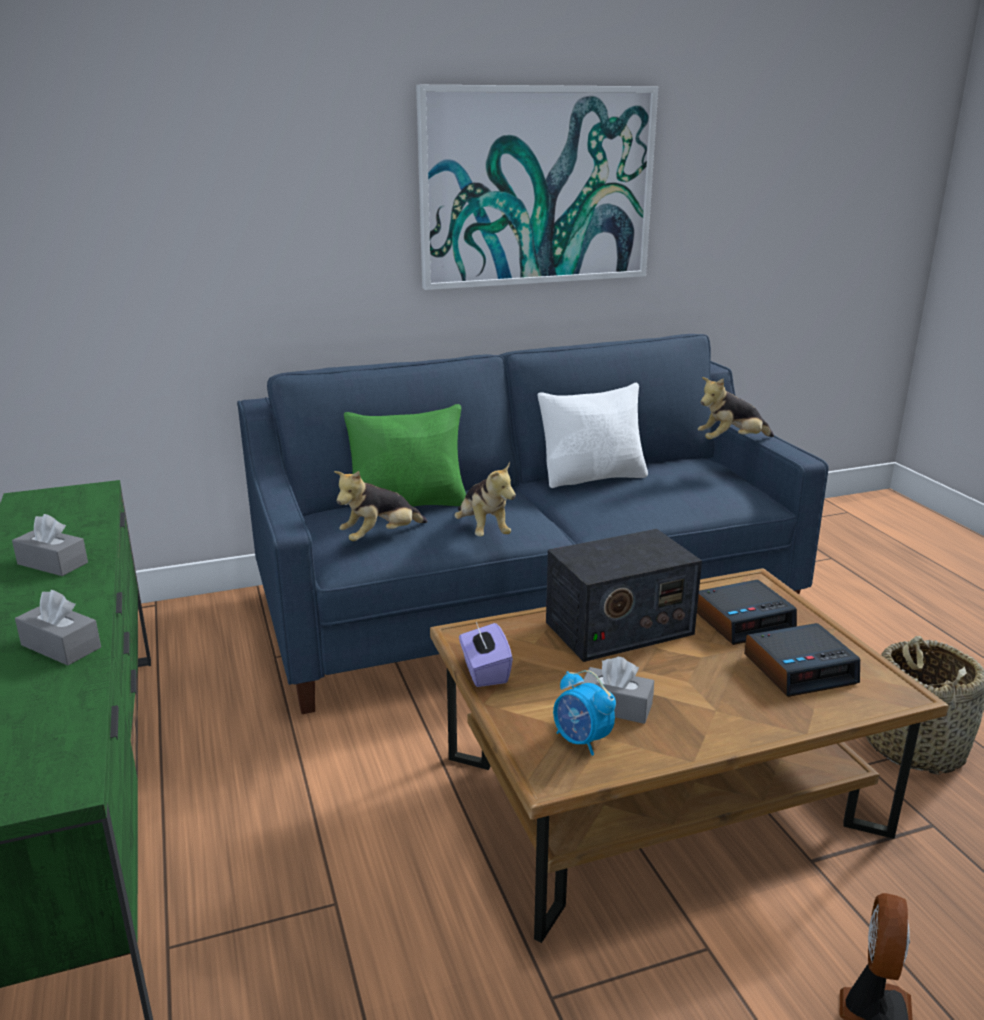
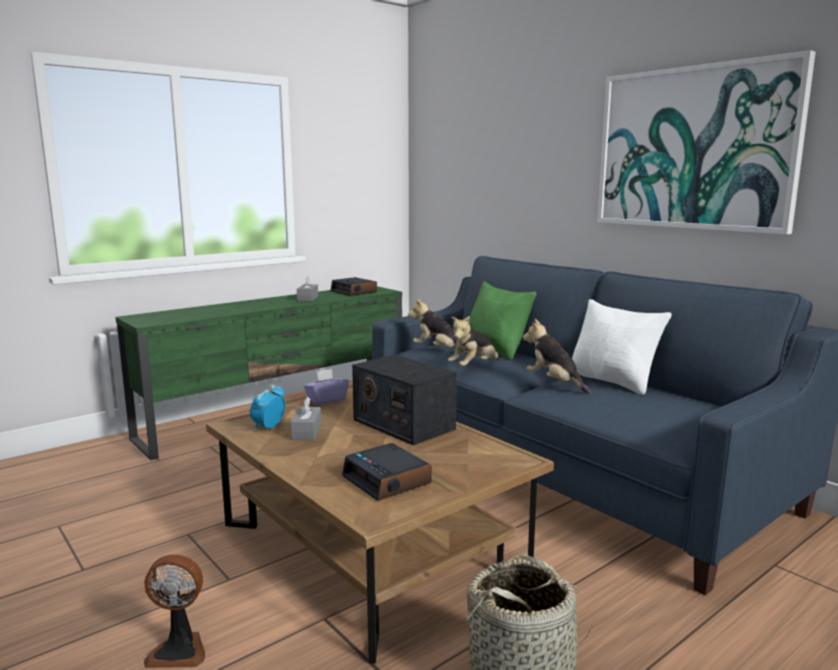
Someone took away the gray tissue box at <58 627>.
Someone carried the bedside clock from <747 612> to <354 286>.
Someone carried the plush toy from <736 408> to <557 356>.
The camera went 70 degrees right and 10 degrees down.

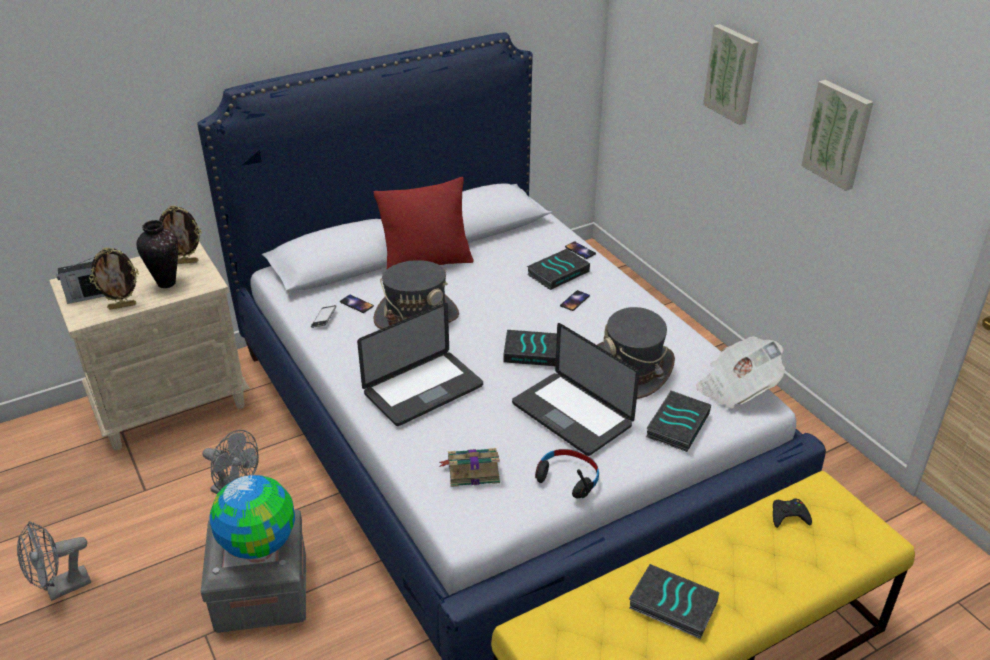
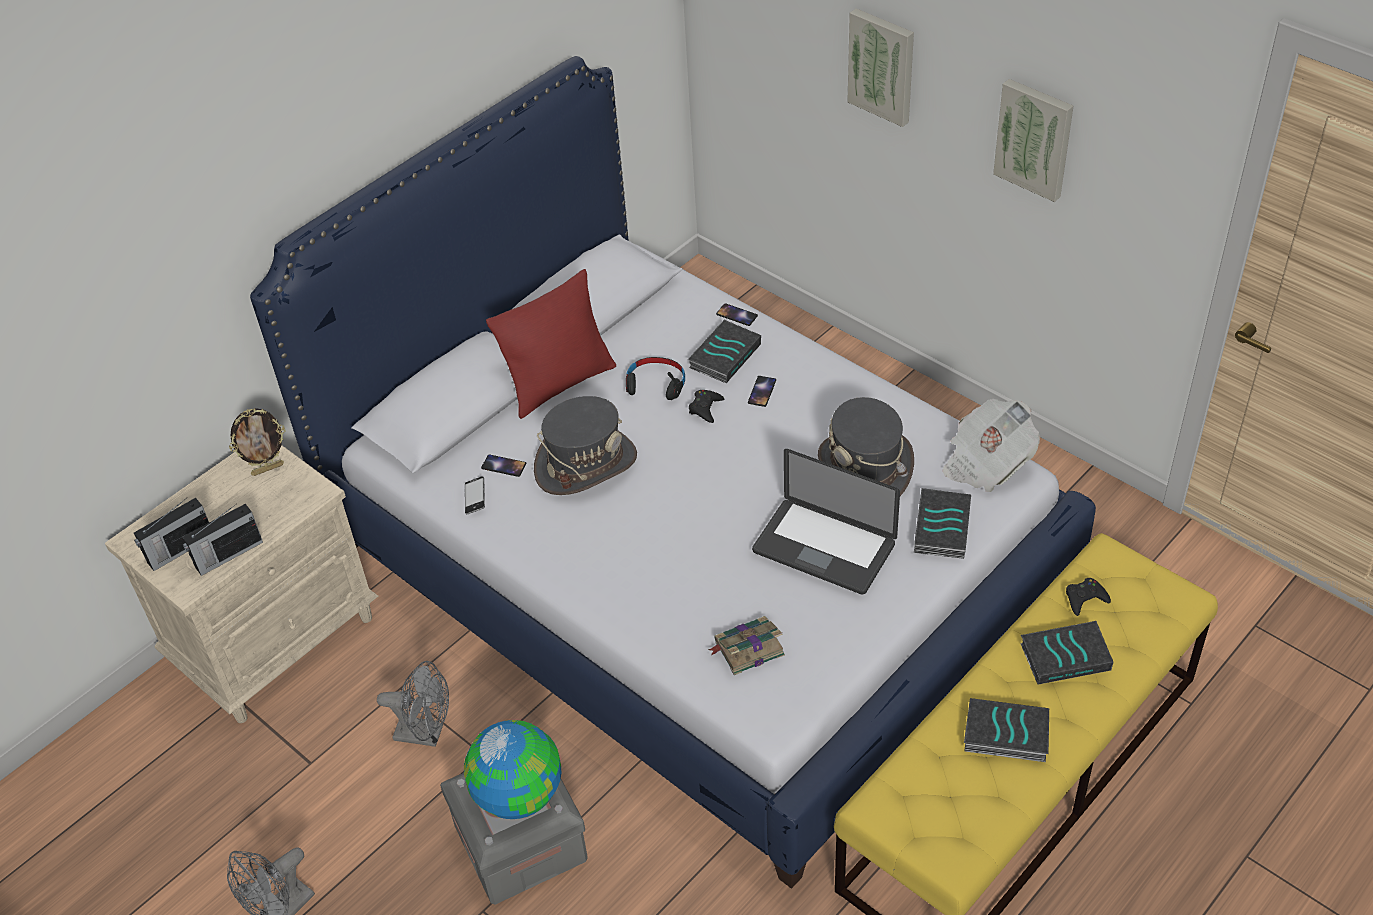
Someone took away the vase at <157 254>.
Someone took away the notebook computer at <420 364>.
Someone put down the black-coloured game controller at <706 406>.
Someone carried the book from <530 348> to <1066 652>.
Someone carried the black-coloured headset from <567 474> to <655 378>.
Someone swapped the photo frame at <114 278> for the radio receiver at <222 540>.
The camera went 15 degrees left and 10 degrees up.

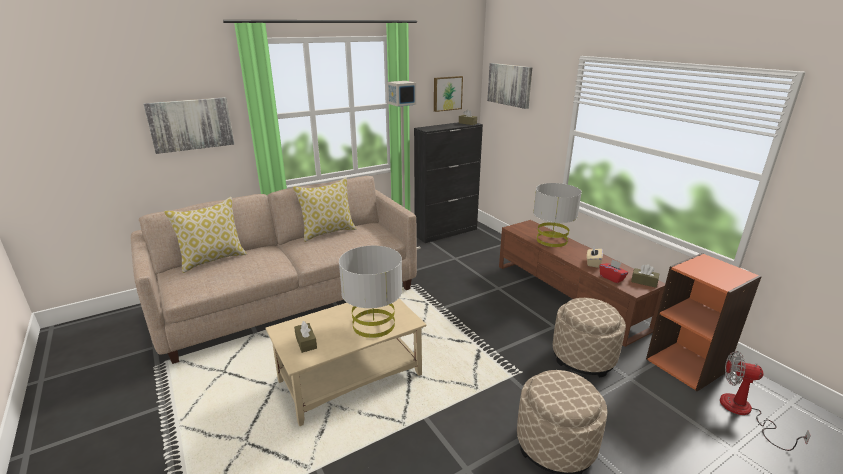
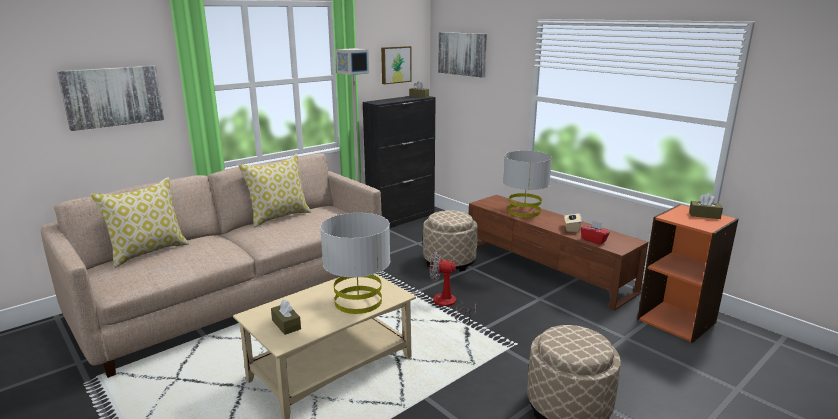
Someone carried the beige-coloured ottoman from <589 337> to <450 241>.
Someone carried the brown tissue box from <645 276> to <706 206>.
Someone carried the cooling fan from <765 401> to <453 288>.
The camera went 10 degrees left and 5 degrees down.

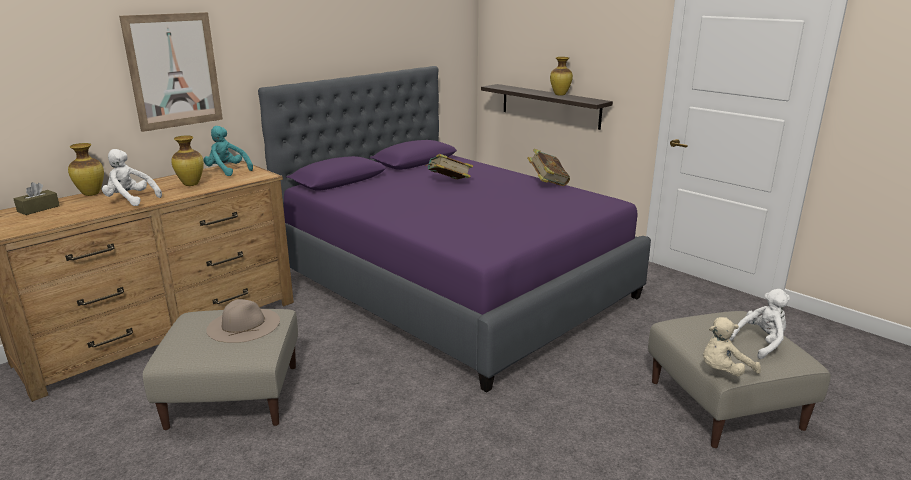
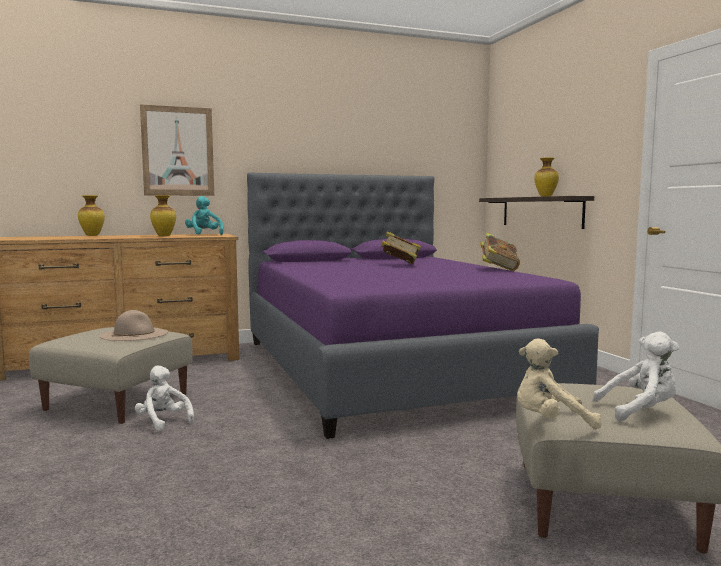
Someone took away the brown tissue box at <37 198>.
Someone carried the whitish plush toy from <132 177> to <164 398>.
The camera went 25 degrees right and 15 degrees down.

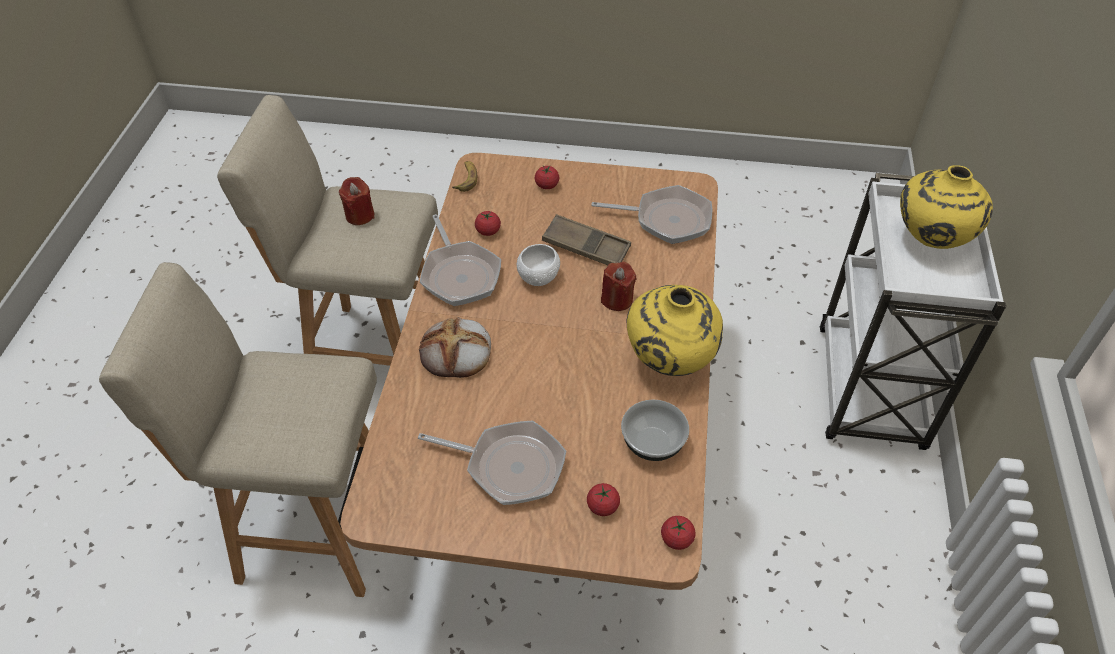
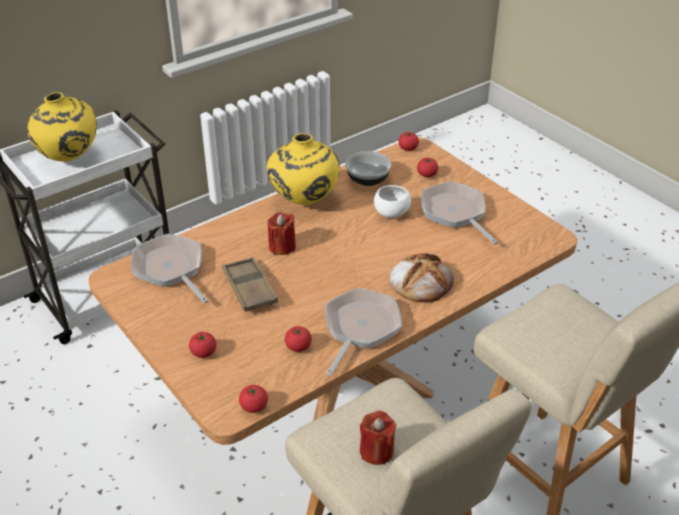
Someone carried the whitish bowl from <538 265> to <392 201>.
Someone swapped the banana at <464 176> for the whole tomato at <253 399>.
The camera went 135 degrees left and 10 degrees down.

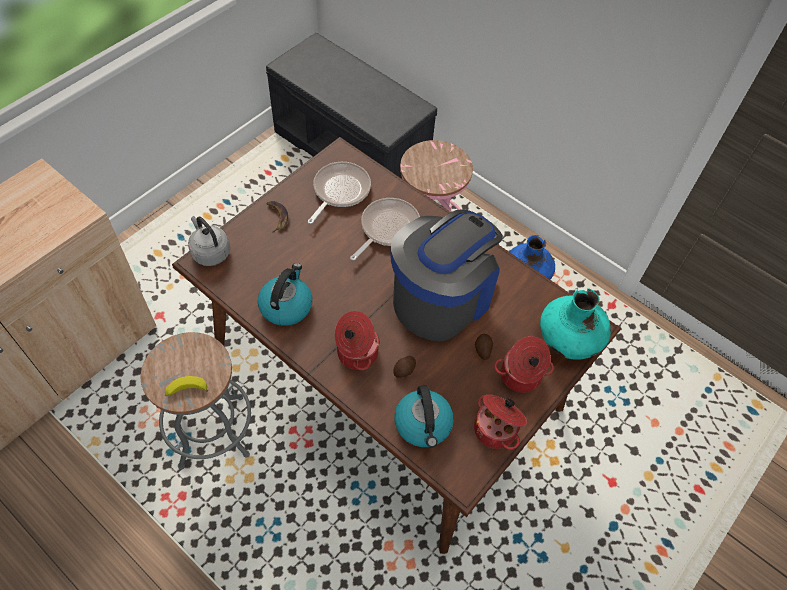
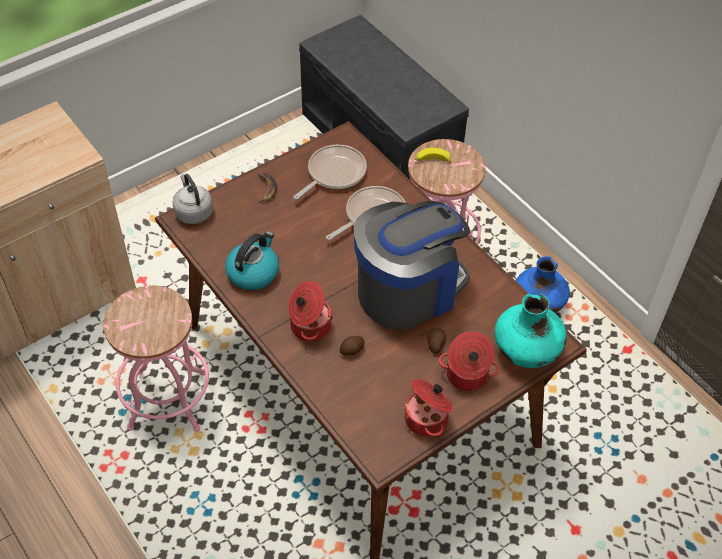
Someone took away the kettle at <424 416>.
Someone carried the banana from <186 386> to <433 155>.
Someone repainted the gray stool at <196 400>, which became the pinkish stool at <156 358>.
The camera went 15 degrees right and 5 degrees down.

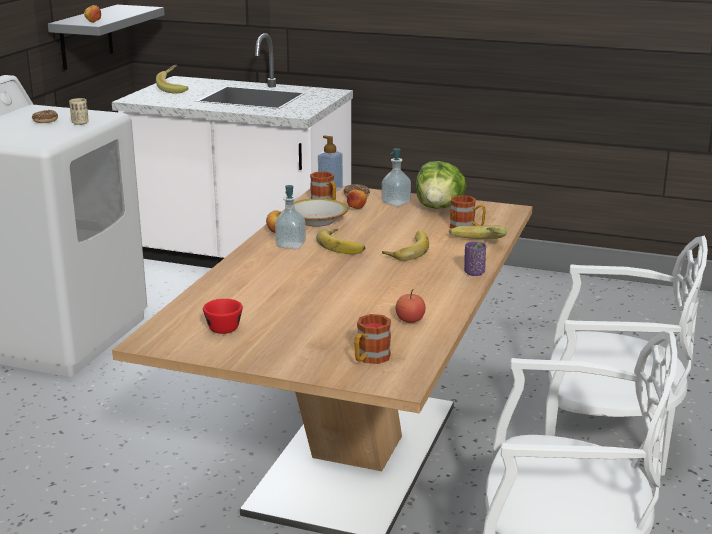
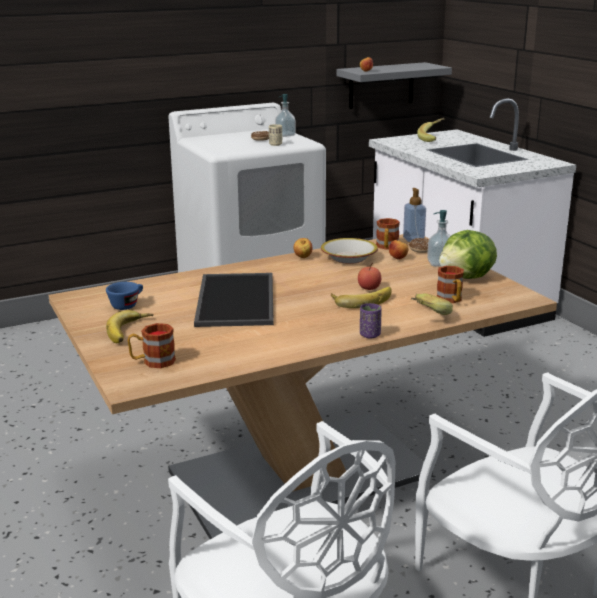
Someone put down the serving tray at <234 300>.
Someone carried the soap bottle from <290 217> to <285 115>.
Someone carried the banana from <340 241> to <129 326>.
Someone carried the whole apple from <411 306> to <369 276>.
Someone repainted the reddish drinking cup at <223 316>, which became the blue-coloured drinking cup at <124 296>.
The camera went 45 degrees right and 0 degrees up.

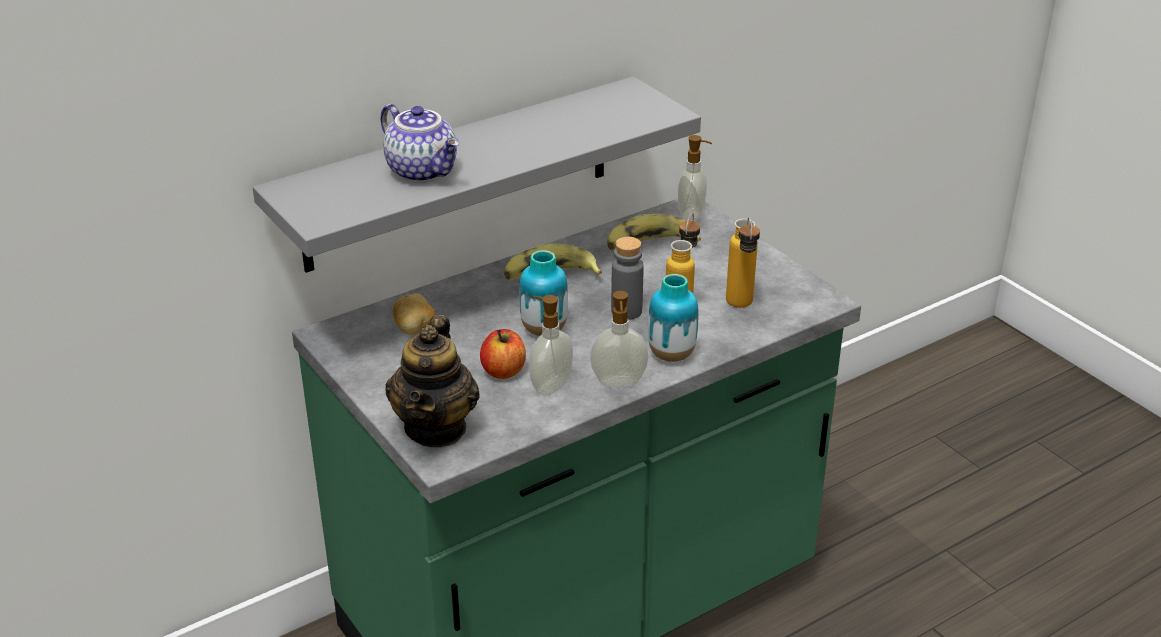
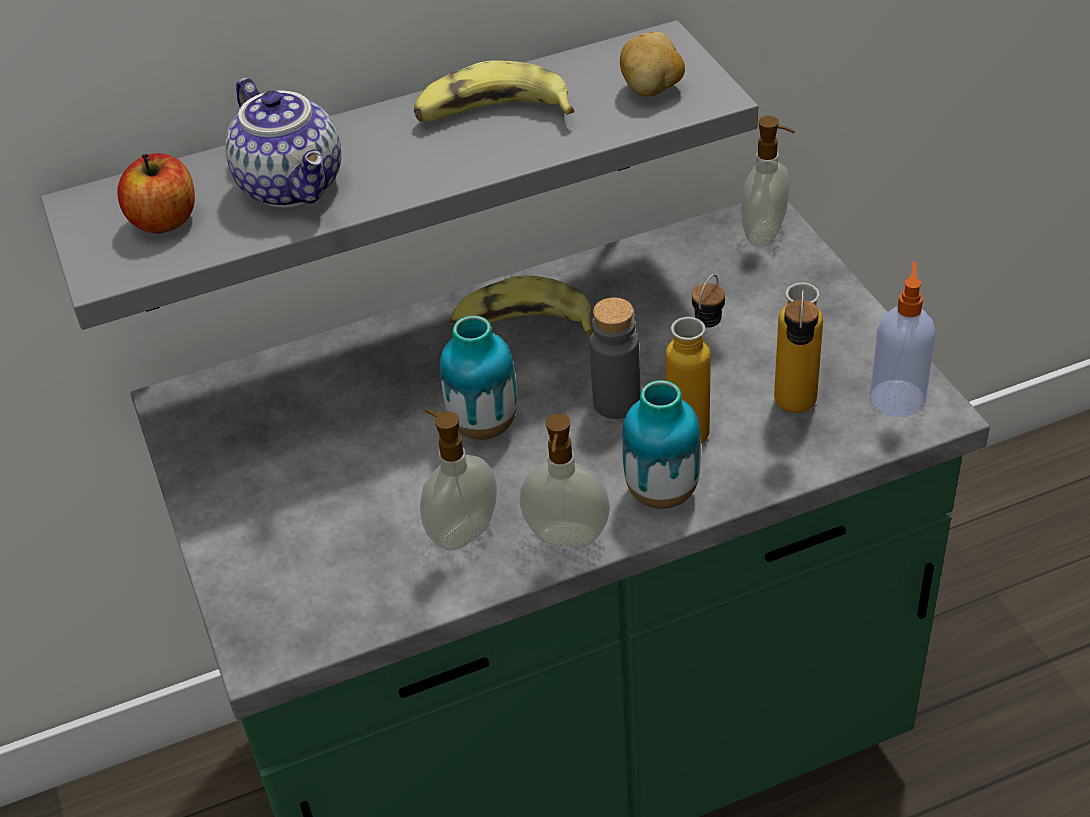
Someone took away the teapot at <432 381>.
Someone put down the soap bottle at <903 339>.
Someone carried the potato from <414 314> to <652 64>.
Someone carried the whole apple from <503 354> to <156 193>.
Someone carried the banana from <654 232> to <494 91>.
The camera went 15 degrees right and 10 degrees up.

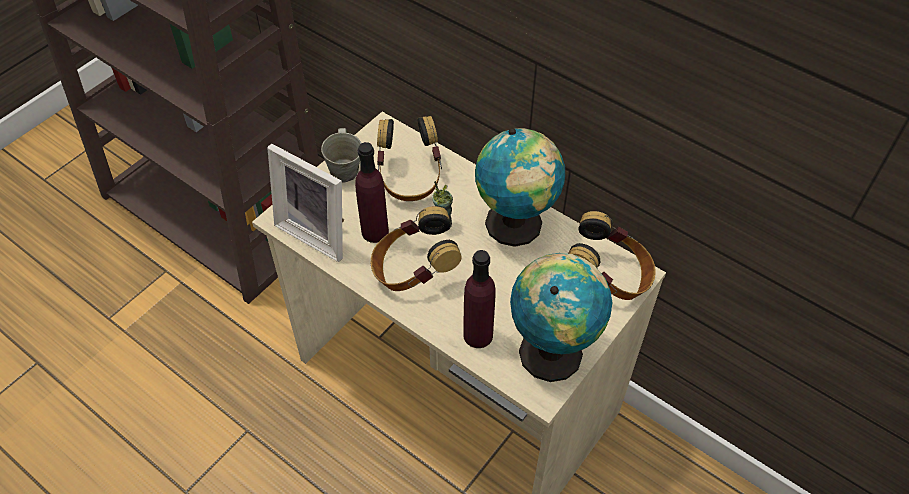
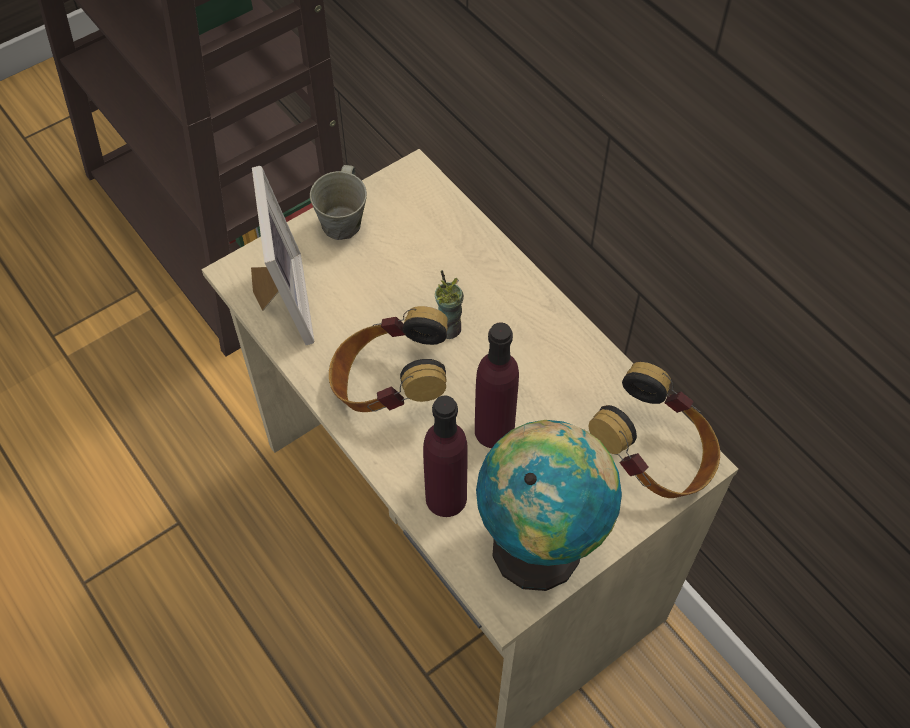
Someone took away the headset at <409 158>.
Someone took away the desk globe at <520 187>.
Someone carried the purplish drink bottle from <372 192> to <497 385>.
Someone rotated the photo frame at <305 203> by 150 degrees counterclockwise.
The camera went 15 degrees right and 5 degrees up.

